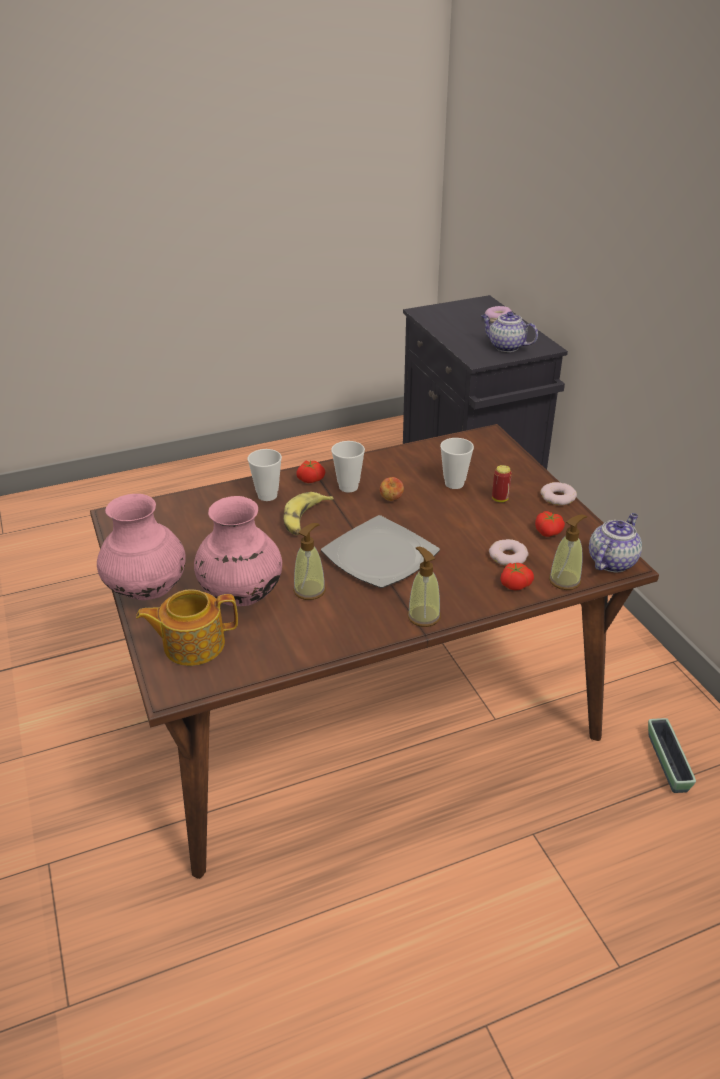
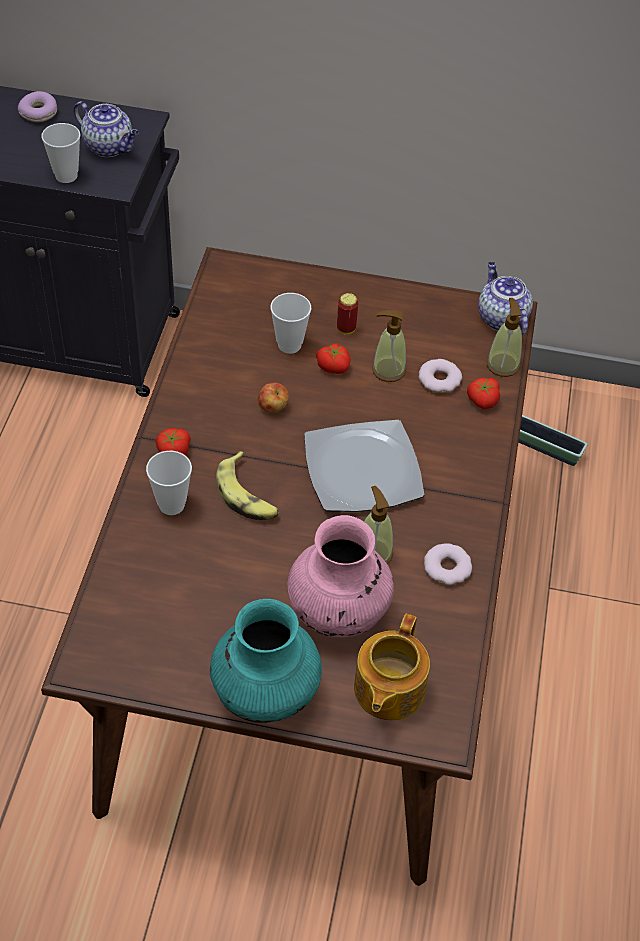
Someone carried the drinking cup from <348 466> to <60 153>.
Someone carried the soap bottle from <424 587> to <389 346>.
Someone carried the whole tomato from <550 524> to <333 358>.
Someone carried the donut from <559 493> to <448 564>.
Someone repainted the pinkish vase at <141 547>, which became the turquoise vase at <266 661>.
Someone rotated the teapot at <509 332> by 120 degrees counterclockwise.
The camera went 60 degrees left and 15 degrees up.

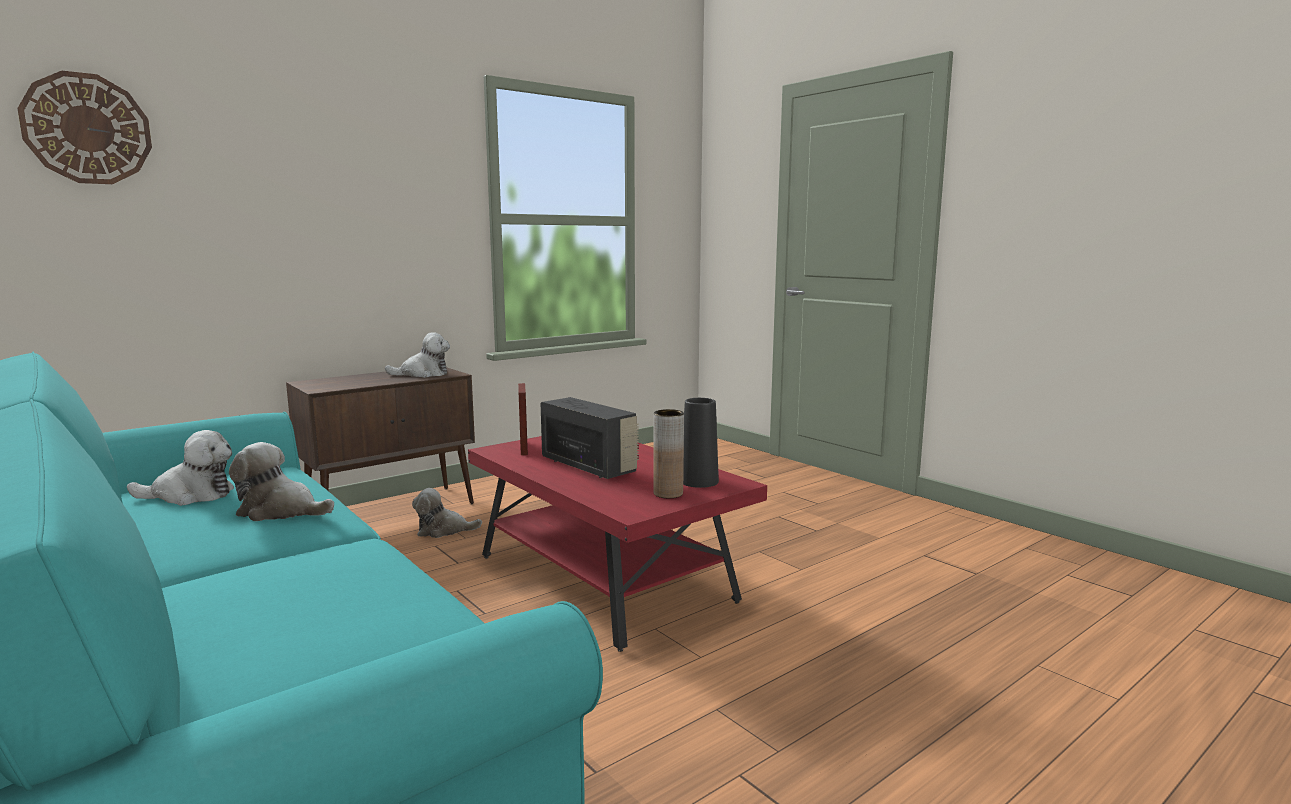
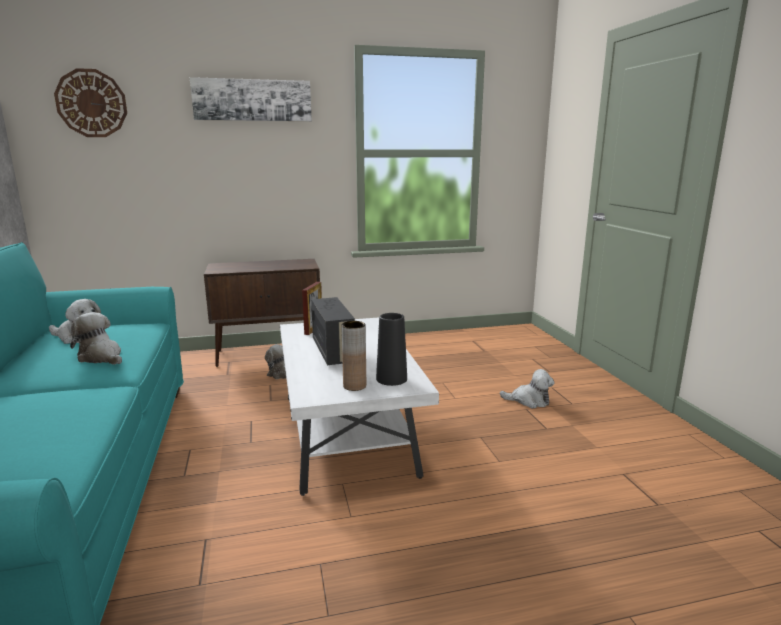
Someone put up the wall art at <251 99>.
Someone carried the plush toy from <417 355> to <527 388>.
Someone repainted the reddish low table at <617 544>, which became the whitish low table at <359 406>.
The camera went 25 degrees right and 5 degrees up.

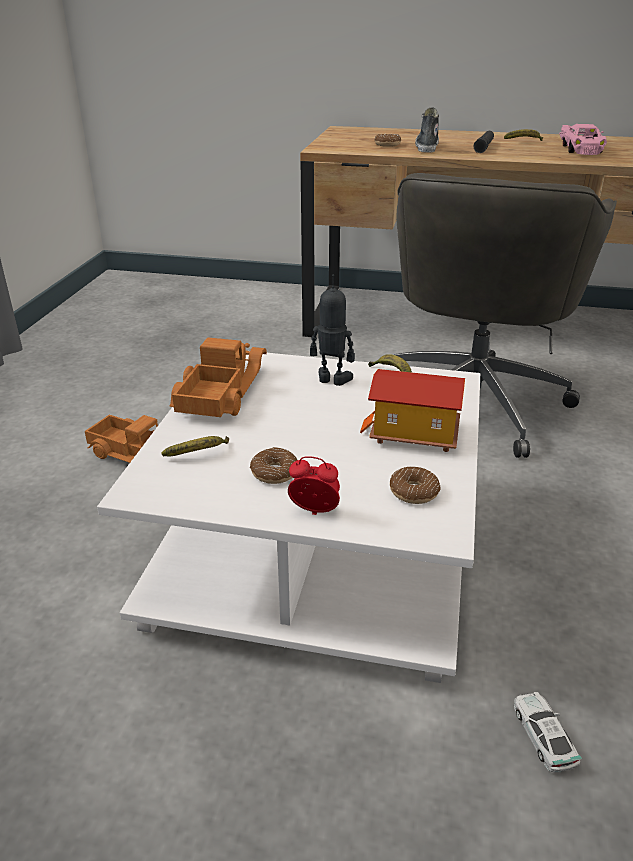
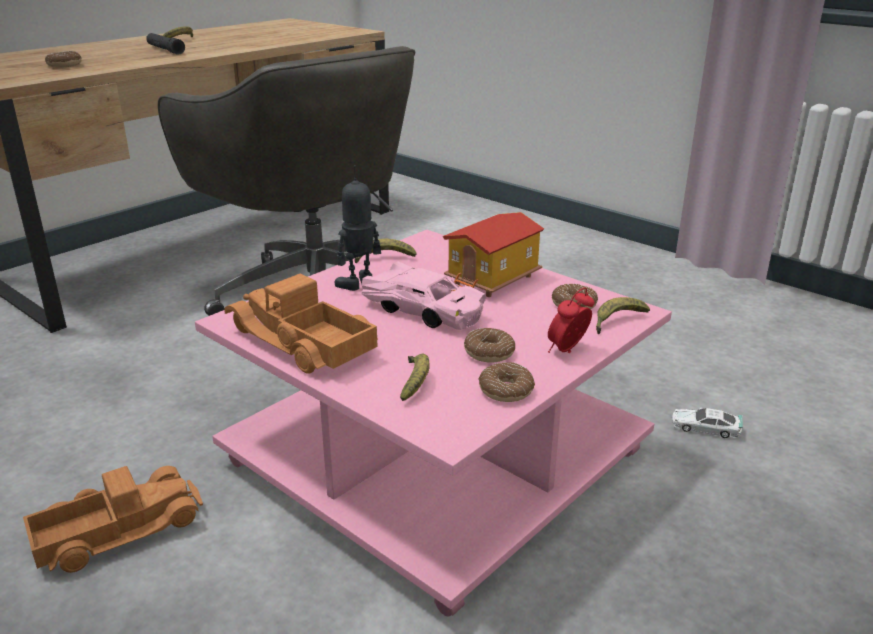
Someone took away the shoe at <427 130>.
Someone put down the donut at <506 382>.
Someone put down the banana at <623 315>.
Someone carried the pinkish miniature car from <583 139> to <423 295>.
Someone repainted the whitish low table at <288 518>, which became the pinkish low table at <433 423>.
The camera went 60 degrees left and 5 degrees down.

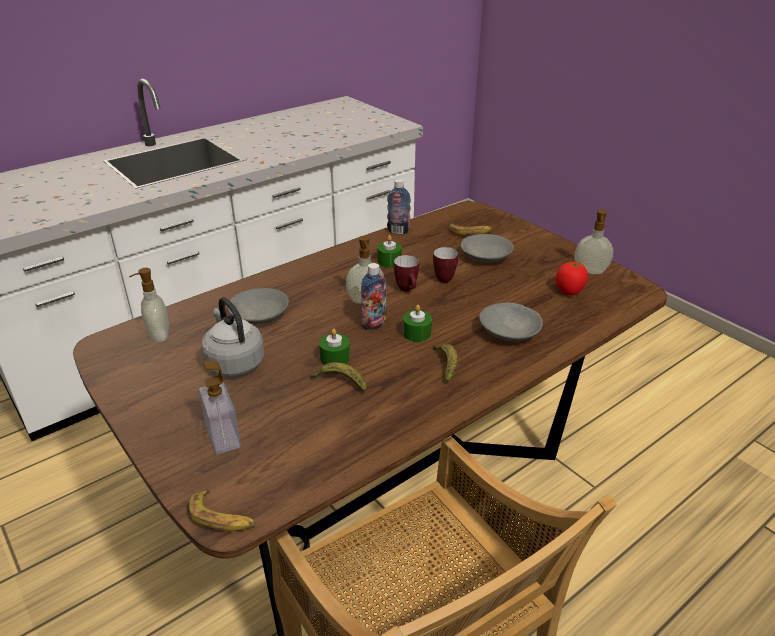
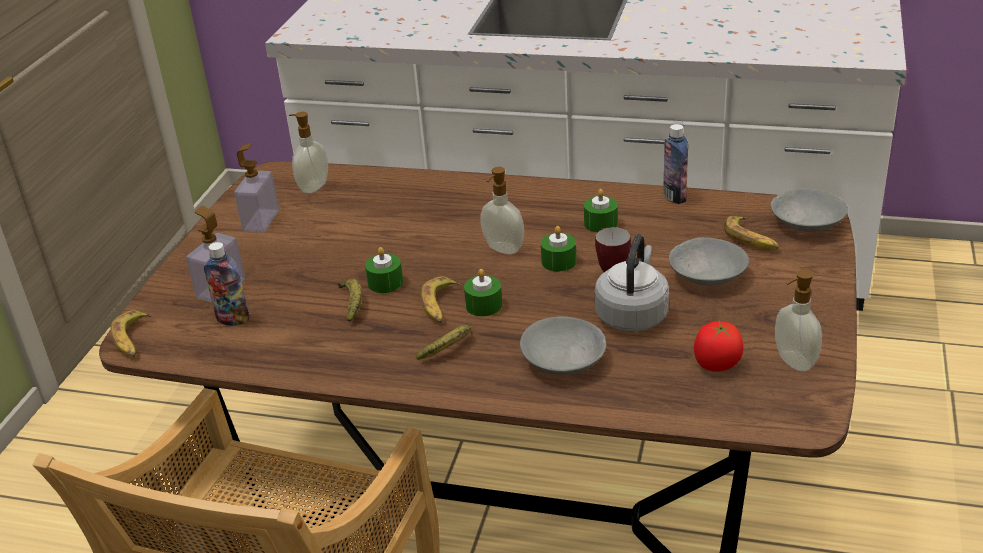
Someone put down the soap bottle at <256 188>.
Someone put down the banana at <440 299>.
Someone carried the gray kettle from <232 336> to <632 283>.
Someone carried the gray bowl from <258 306> to <809 210>.
Someone carried the drink bottle from <373 296> to <226 284>.
Someone swapped the tea mug at <406 273> for the green-coloured wax candle at <558 249>.
The camera went 55 degrees right and 0 degrees up.

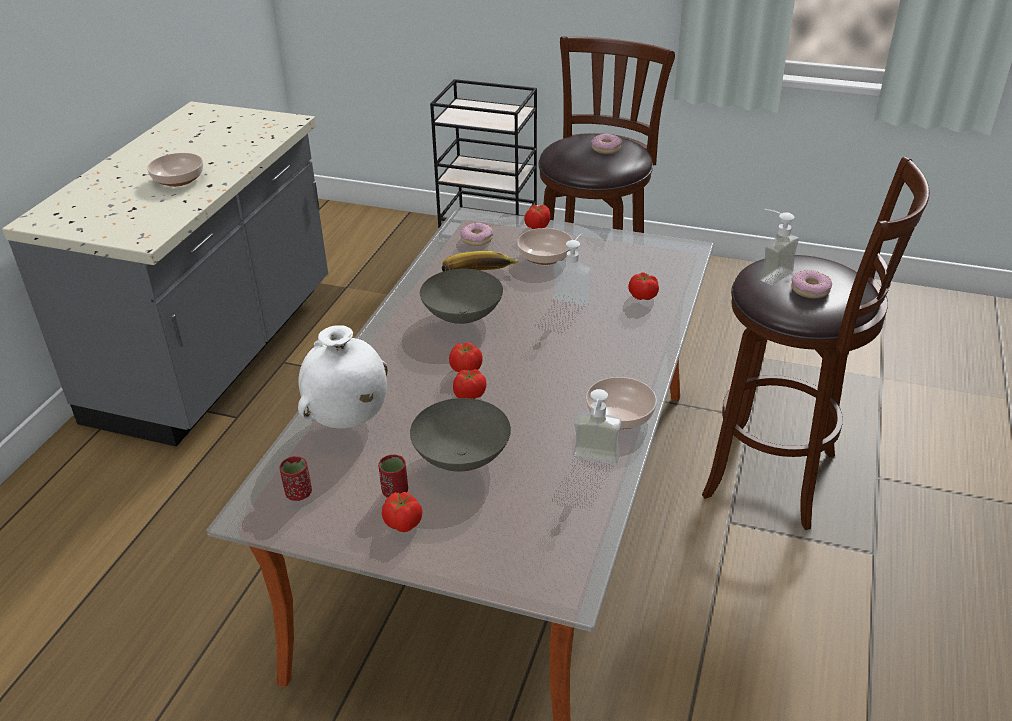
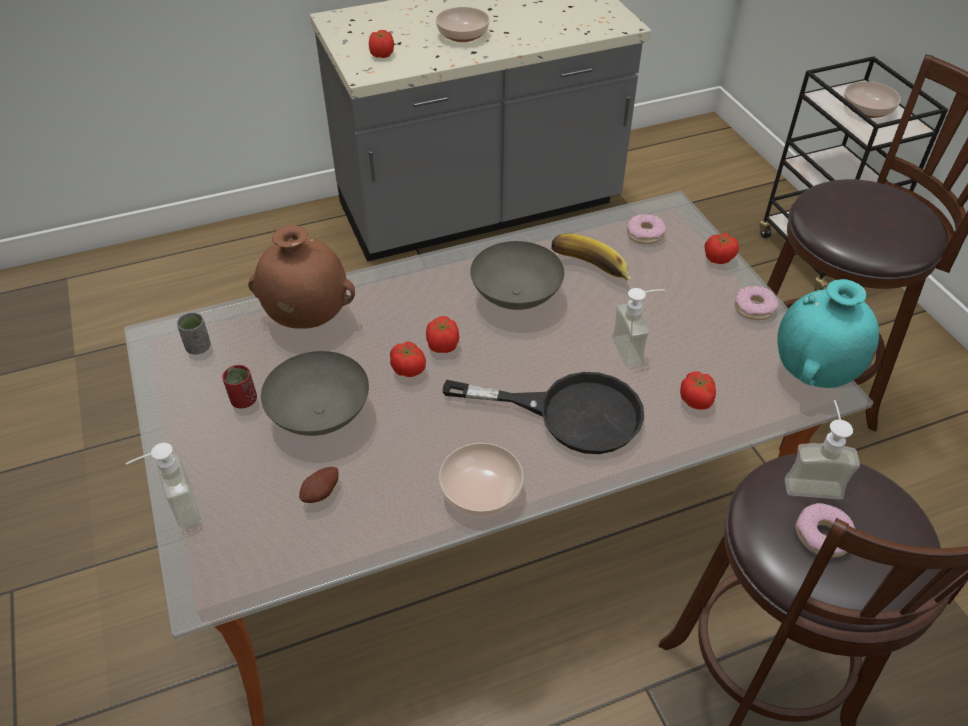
Someone put down the potato at <319 485>.
Someone put down the black-coloured skillet at <543 413>.
Someone put down the turquoise vase at <828 333>.
Someone carried the whole tomato from <402 512> to <381 44>.
Someone carried the bowl from <545 246> to <872 99>.
Someone carried the soap bottle from <597 427> to <163 485>.
Someone carried the donut from <606 144> to <757 303>.
Someone repainted the reddish drinking cup at <295 478>, which became the gray drinking cup at <194 334>.
Someone repainted the whitish vase at <343 376>, which became the brown vase at <301 277>.
The camera went 50 degrees right and 10 degrees up.

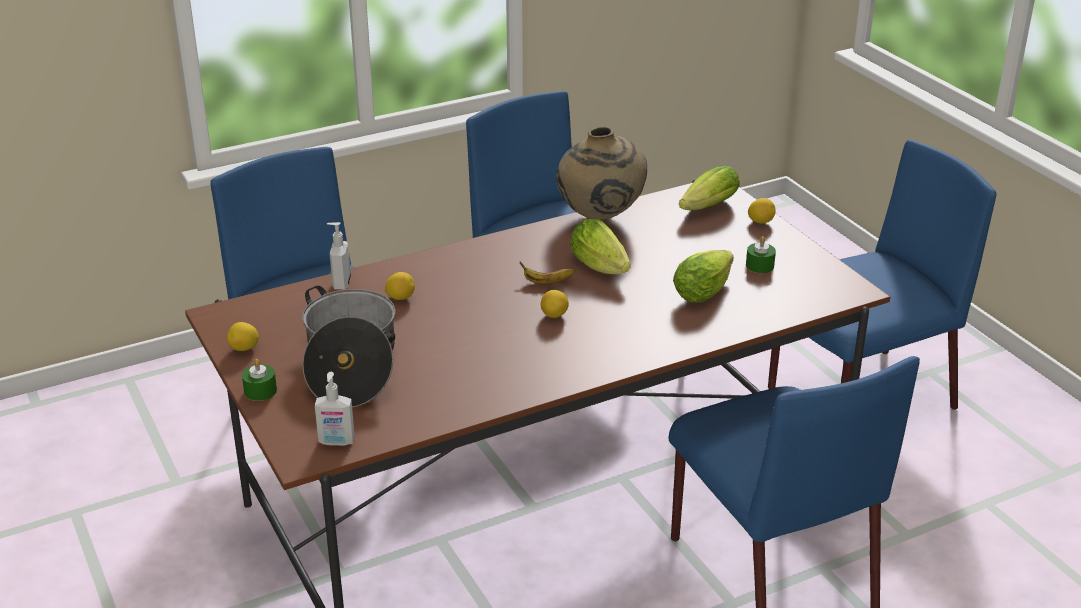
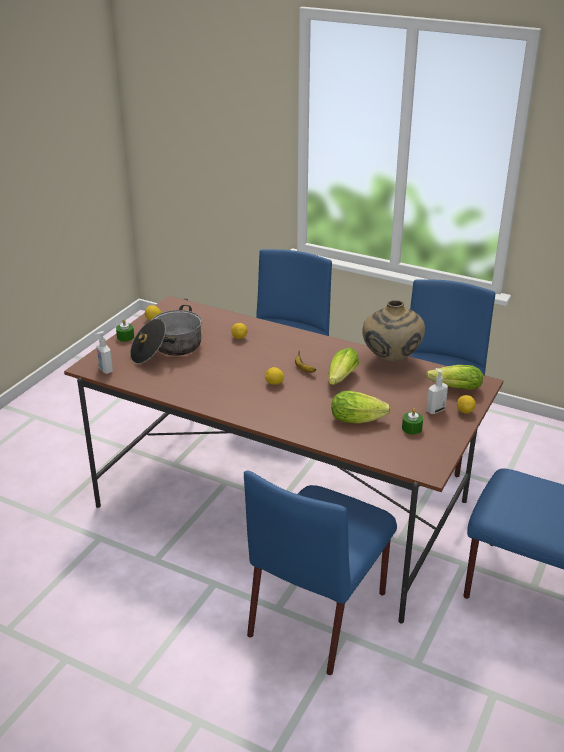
Someone carried the soap bottle from <339 256> to <437 391>.
The camera went 55 degrees right and 0 degrees up.

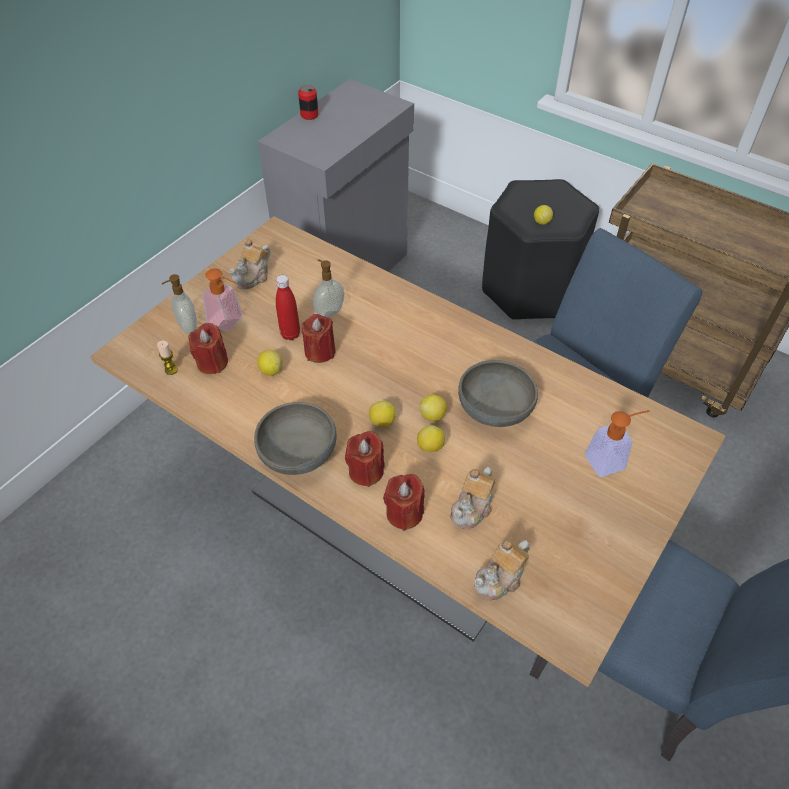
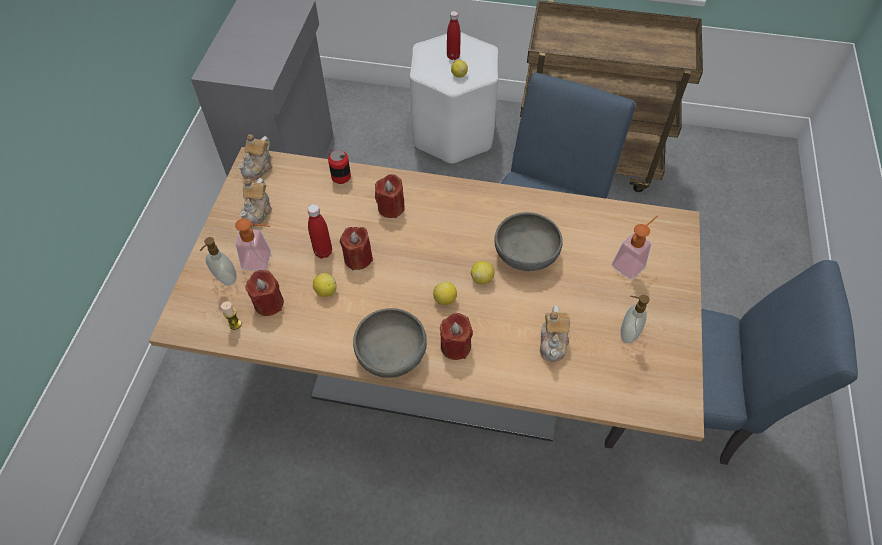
Someone took away the citrus fruit at <431 438>.
Someone put down the reddish drink bottle at <454 35>.
Someone carried the can from <308 102> to <339 167>.
Someone carried the soap bottle from <328 288> to <635 319>.
Someone carried the reddish wax candle from <404 502> to <390 196>.
Someone carried the teapot from <502 570> to <255 157>.
Someone repainted the black-coloured stool at <540 249>, which became the whitish stool at <454 98>.
The camera went 25 degrees left and 5 degrees up.

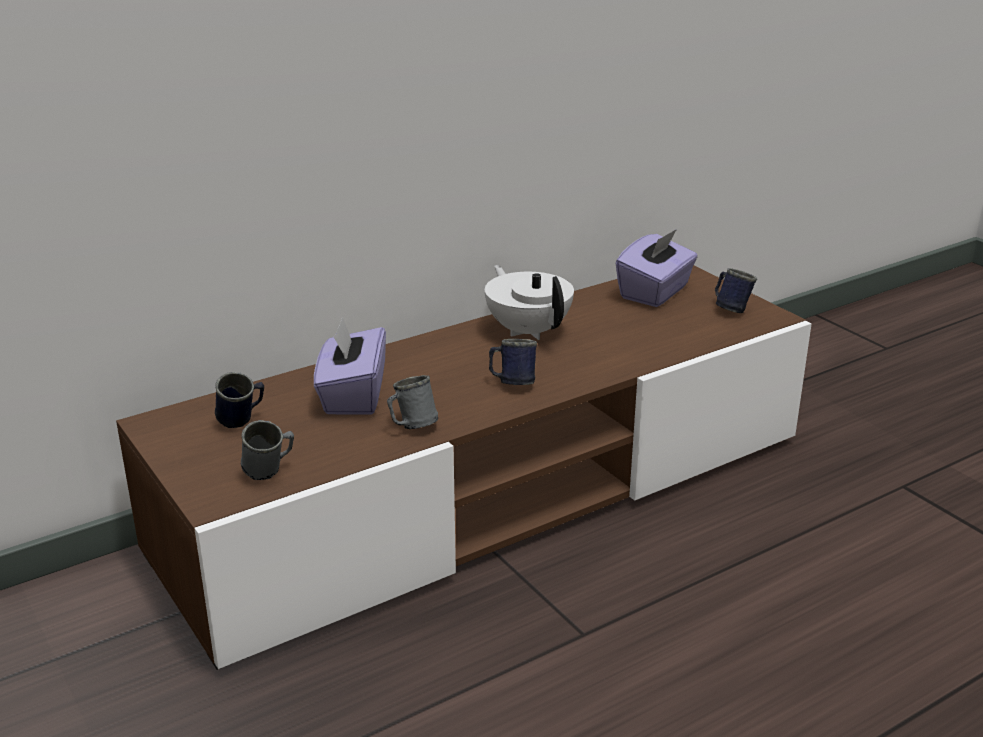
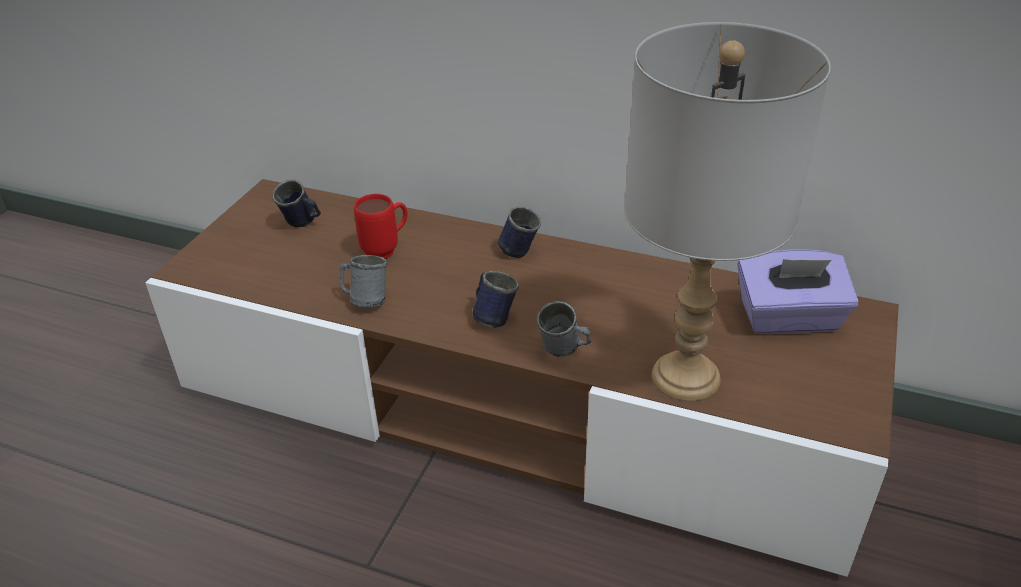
Someone took away the whitish teapot at <529 302>.
Someone put down the gray tabletop lamp at <727 211>.
Someone carried the gray tea mug from <267 450> to <564 329>.
Someone carried the blue-coloured tea mug from <736 290> to <519 232>.
Someone swapped the purplish tissue box at <350 366> for the reddish tea mug at <381 226>.
The camera went 55 degrees right and 10 degrees up.

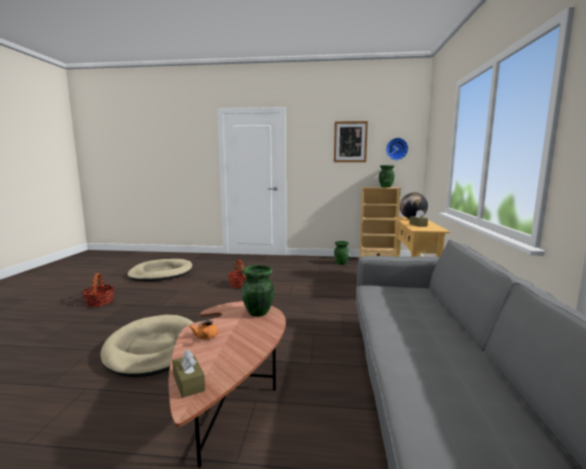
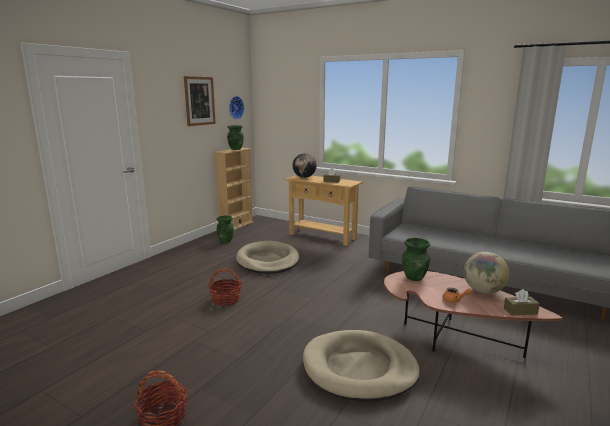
Someone put down the desk globe at <486 273>.
Someone carried the beige-coloured dog cushion from <159 270> to <267 257>.
The camera went 65 degrees left and 5 degrees up.

